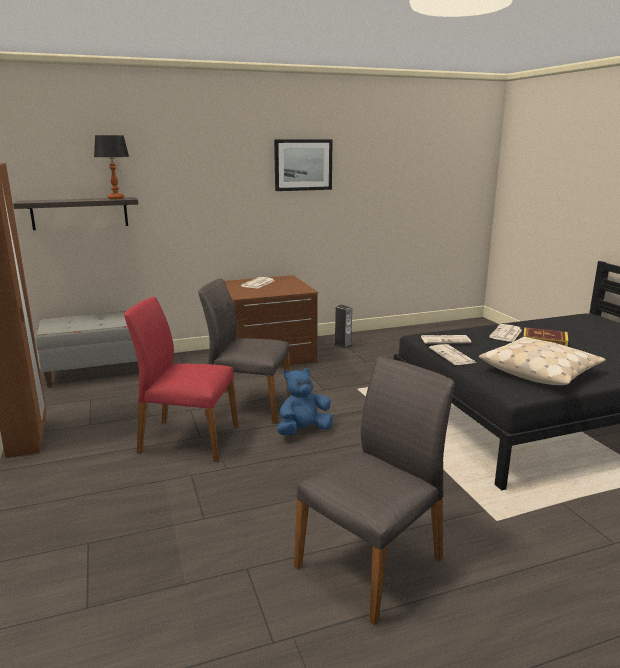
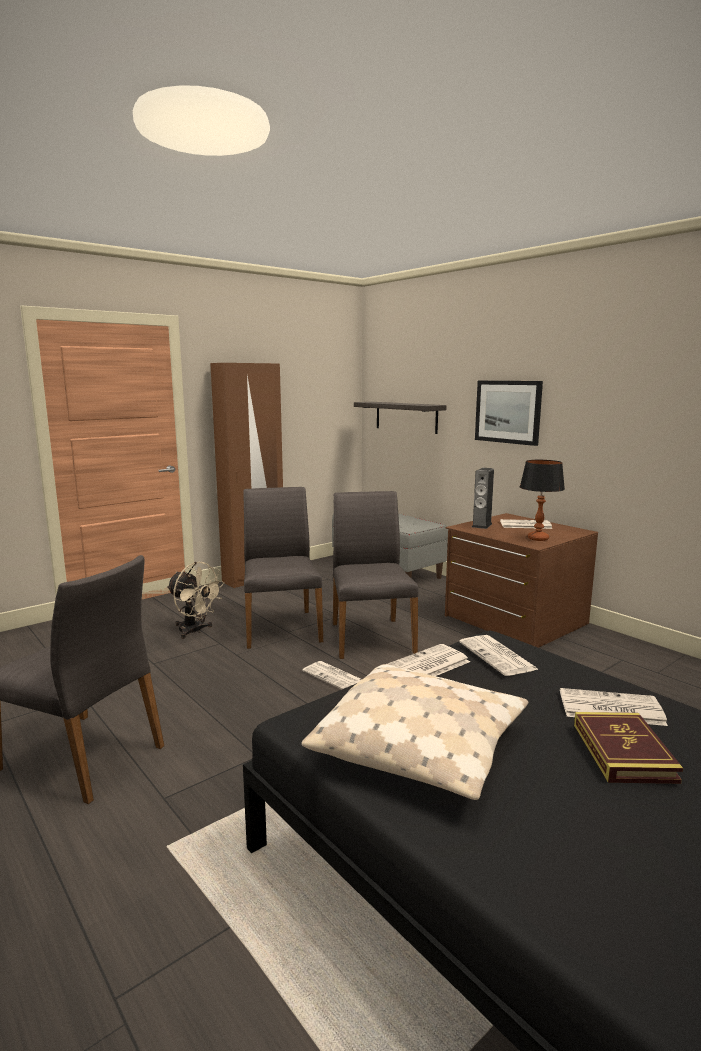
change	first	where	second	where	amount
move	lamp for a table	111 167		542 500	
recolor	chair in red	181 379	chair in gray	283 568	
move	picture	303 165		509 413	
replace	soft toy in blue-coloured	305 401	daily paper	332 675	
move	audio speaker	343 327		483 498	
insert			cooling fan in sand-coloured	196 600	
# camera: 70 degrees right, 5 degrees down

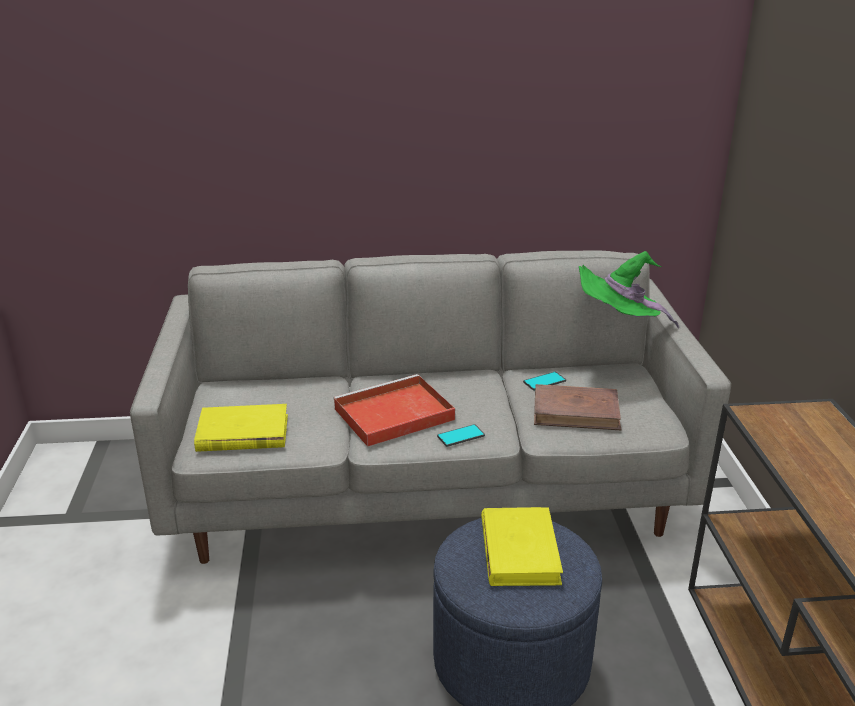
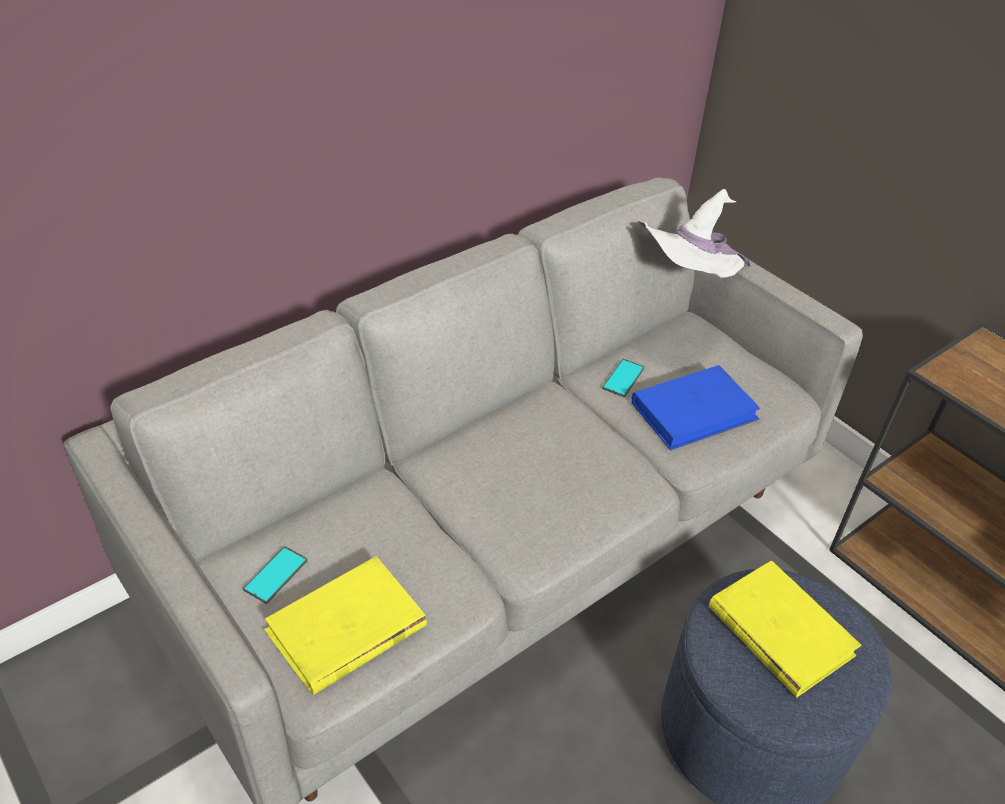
change	first	where	second	where	amount
delete	carrying tray in red	394 410			
move	phone	461 435		275 575	
recolor	bound book in brown	578 407	bound book in blue-coloured	696 407	
recolor	clothing hat in greenish	628 290	clothing hat in white	694 233	
# camera: 35 degrees left, 15 degrees up

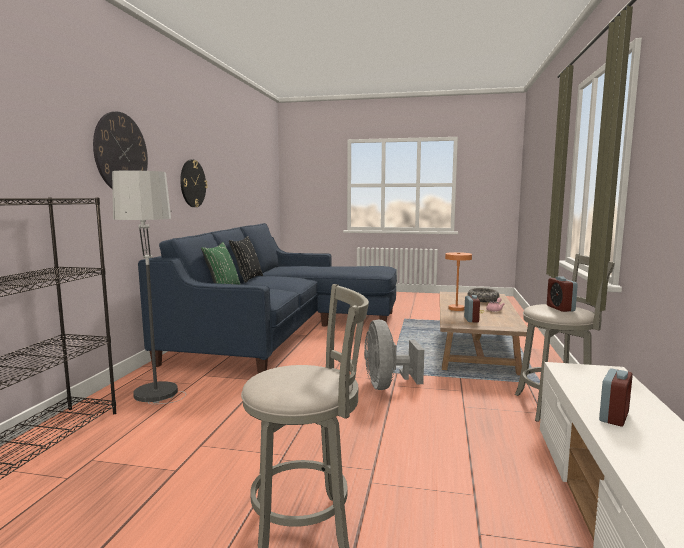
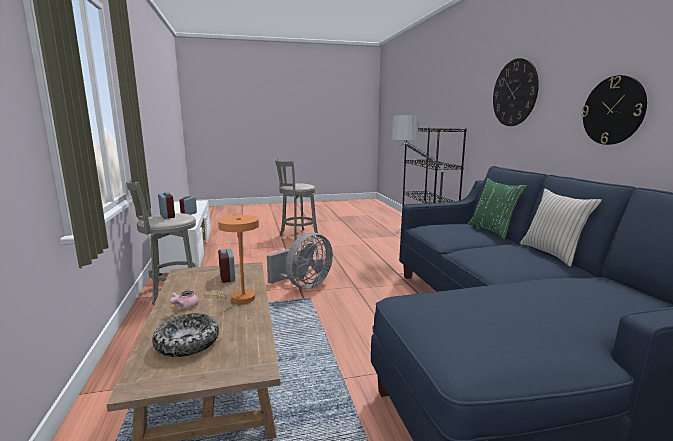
change	first	where	second	where	amount
recolor	throw pillow in blackish	246 259	throw pillow in sand-coloured	560 228	
rotate	cooling fan in gray	394 355		300 261	75 degrees clockwise
# camera: 155 degrees right, 5 degrees up

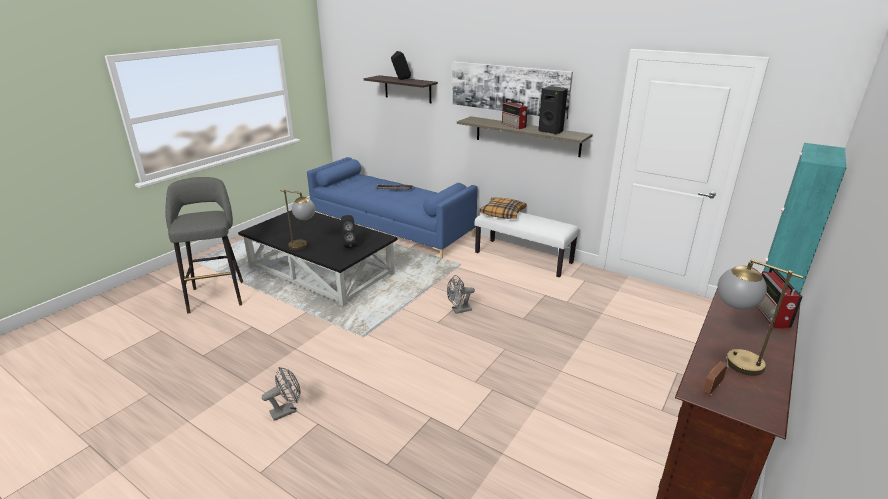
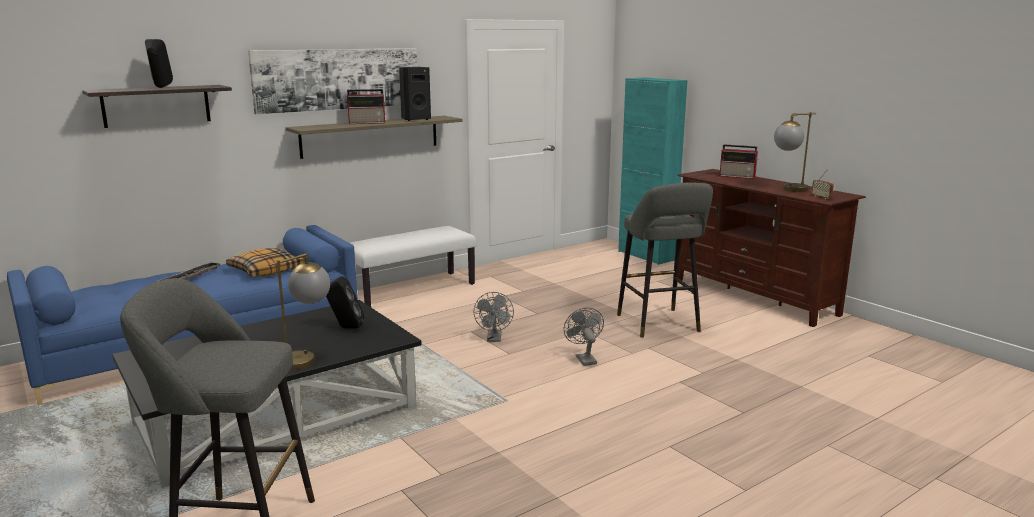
change	first	where	second	where	amount
move	cooling fan in gray	281 394		584 337	
move	throw pillow	503 208		265 262	
insert			stool seat in gray	665 259	
# camera: 70 degrees left, 10 degrees down

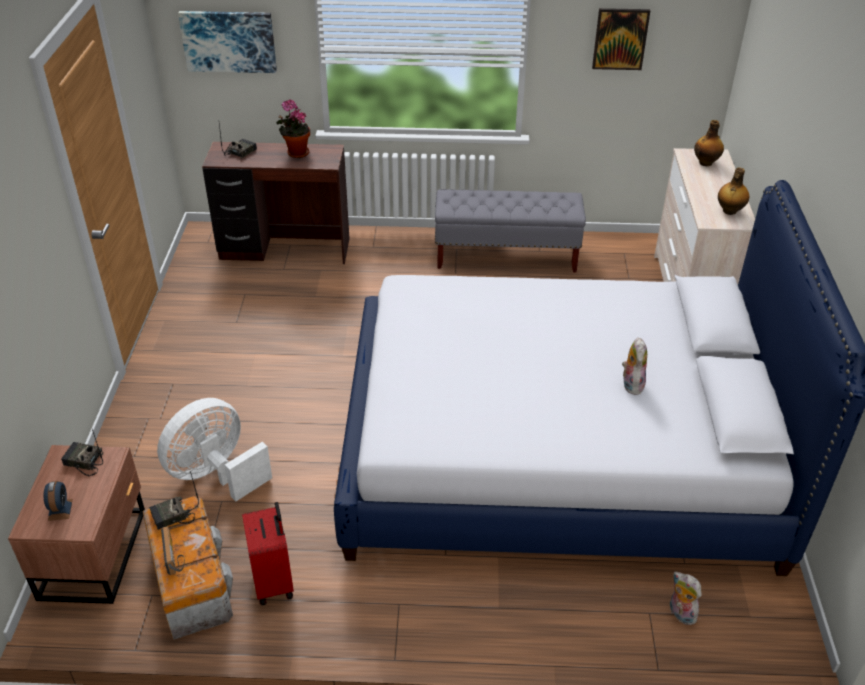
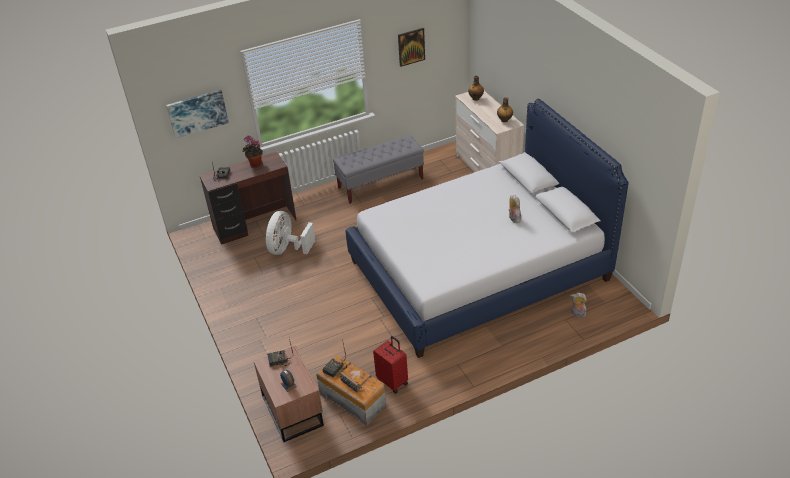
change	first	where	second	where	amount
move	cooling fan in white	214 449		291 233	
# camera: 25 degrees left, 0 degrees up

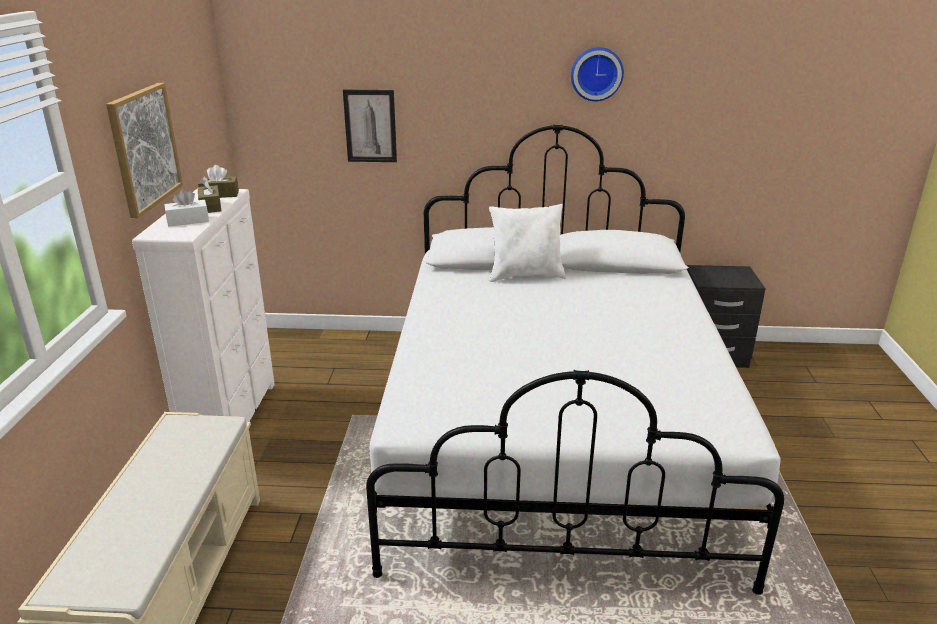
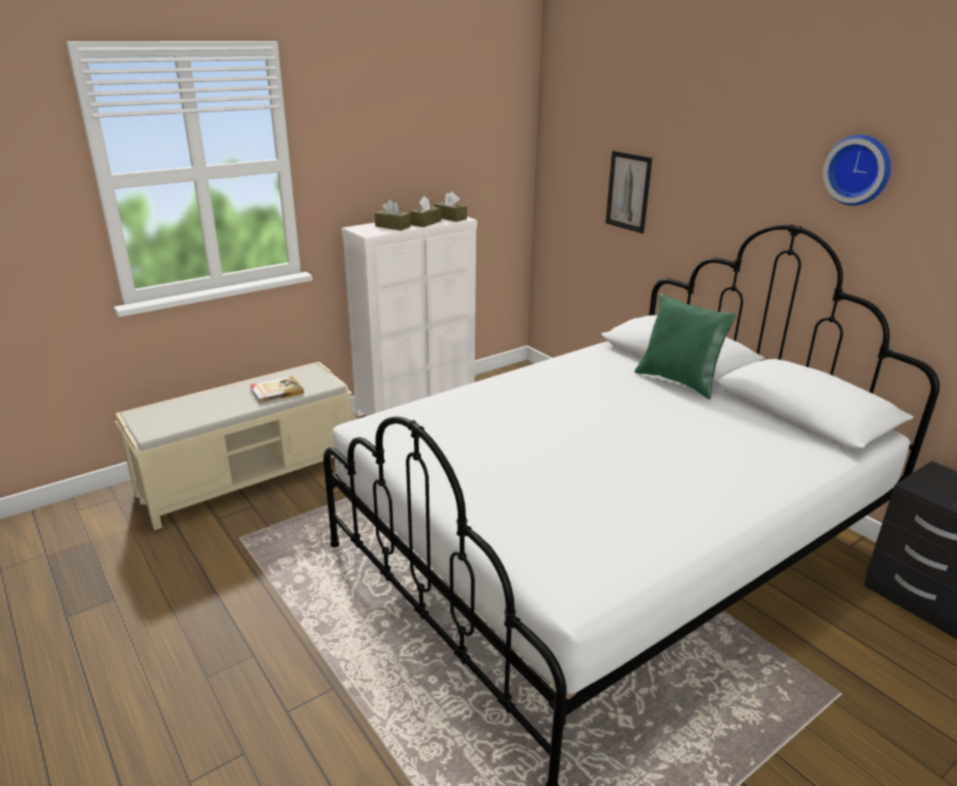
change	first	where	second	where	amount
delete	picture	144 151			
recolor	tissue box in white	186 208	tissue box in brown	393 215	
recolor	throw pillow in white	527 243	throw pillow in greenish	685 346	
insert			bound book	277 389	
# camera: 50 degrees right, 0 degrees up

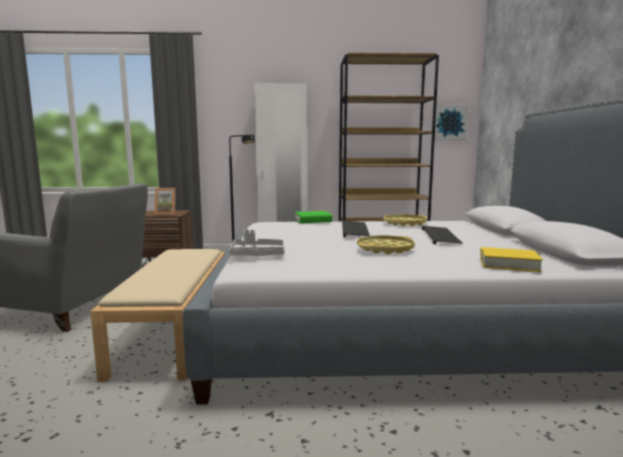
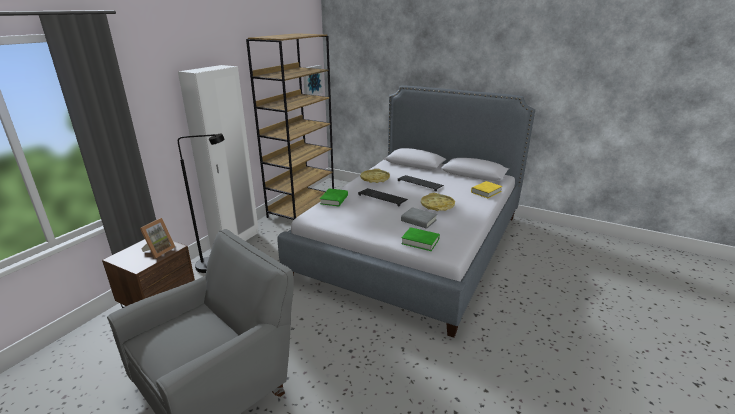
change	first	where	second	where	amount
delete	indoor bench in sand-coloured	157 315			
replace	carrying tray in gray	256 243	bound book in greenish	420 239	
insert			bound book in gray	419 218	
# camera: 60 degrees left, 15 degrees up

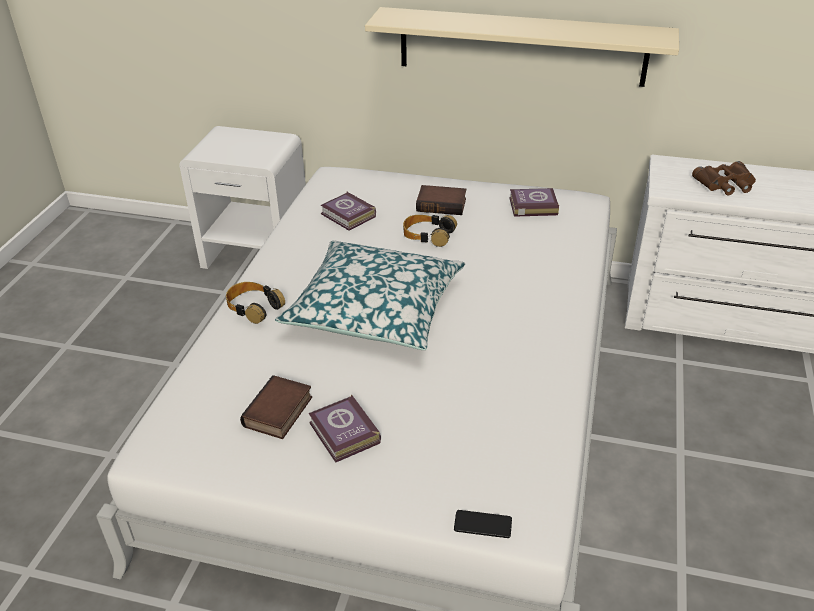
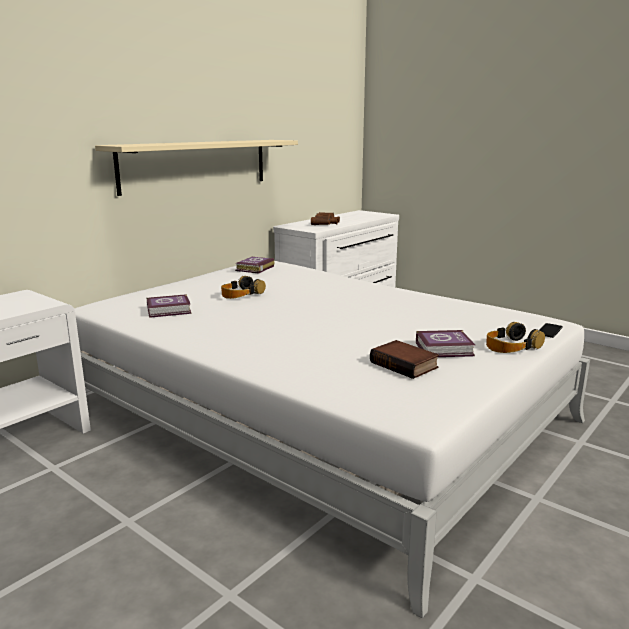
change	first	where	second	where	amount
move	headset	255 303		515 337	
delete	throw pillow	370 295			
delete	bound book	441 200			
# camera: 65 degrees left, 20 degrees down

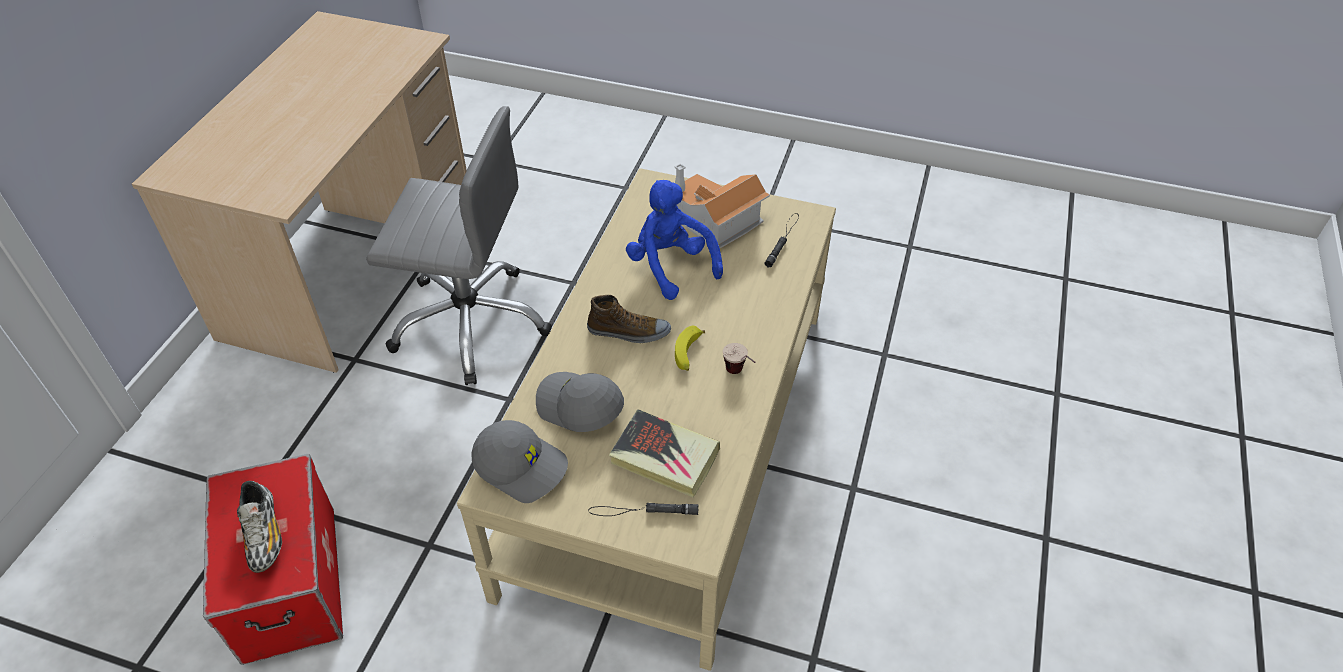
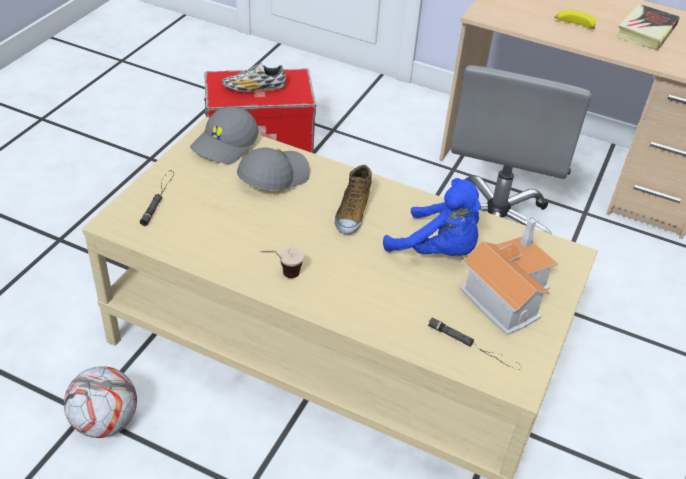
change	first	where	second	where	amount
move	bound book	664 453		648 27	
rotate	soft toy in blue-coloured	674 240		432 217	60 degrees clockwise
move	banana	690 348		575 19	
insert			ball for football	100 402	
# camera: 95 degrees right, 5 degrees down

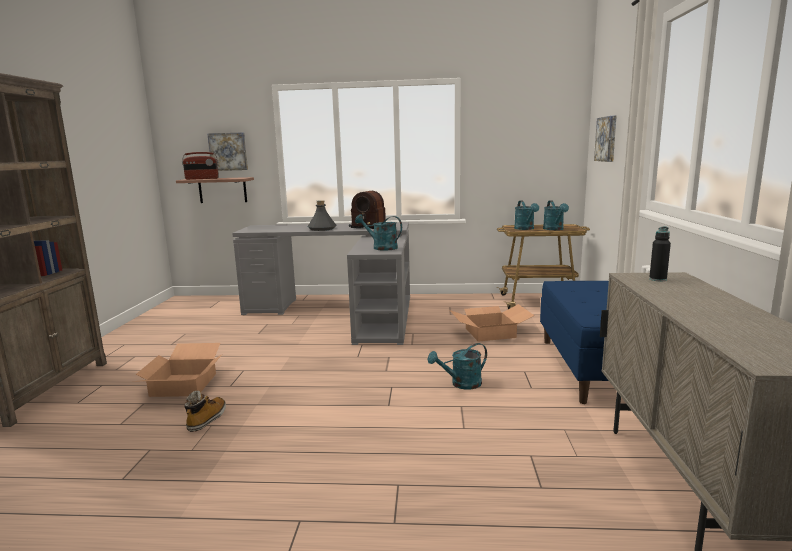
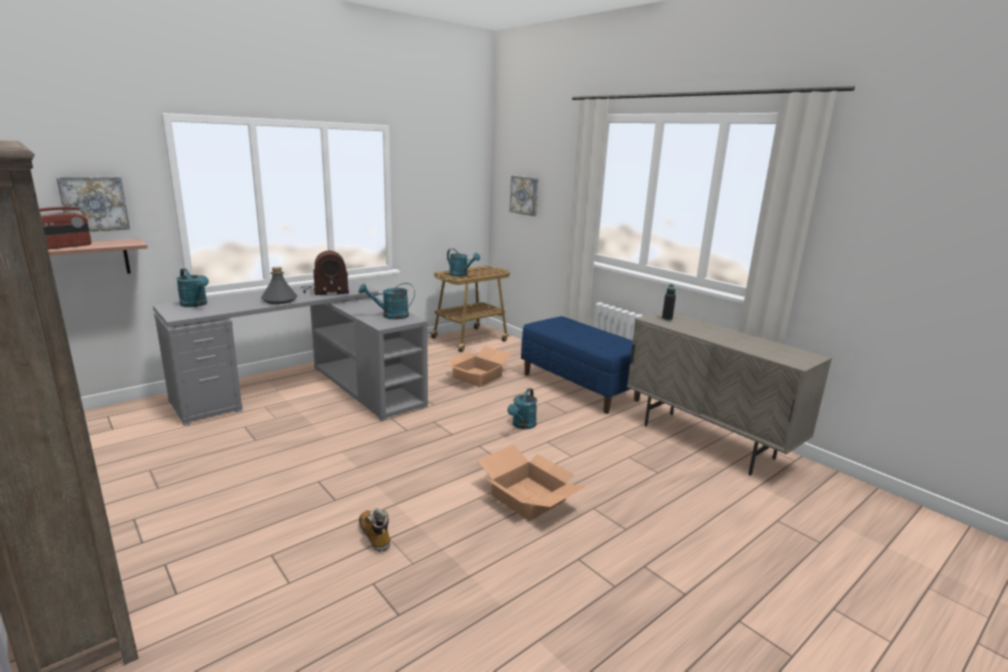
change	first	where	second	where	amount
move	packing box	179 370		531 482	
move	sprinkling can in blue-green	556 215		192 287	
# camera: 45 degrees left, 5 degrees up

